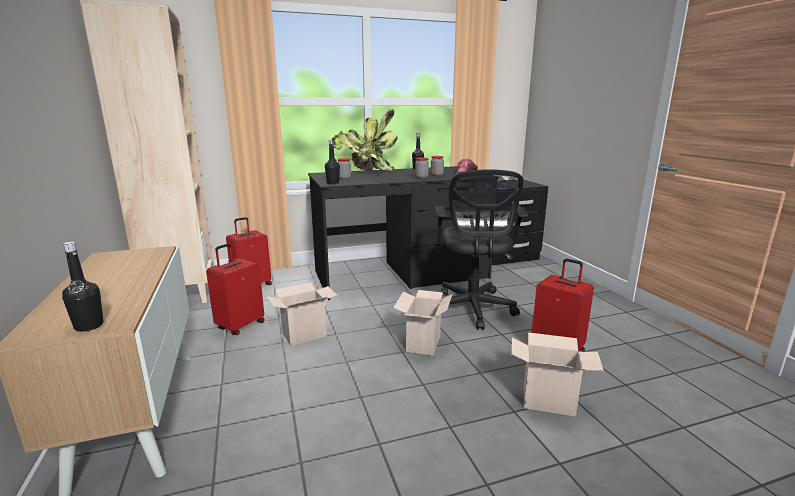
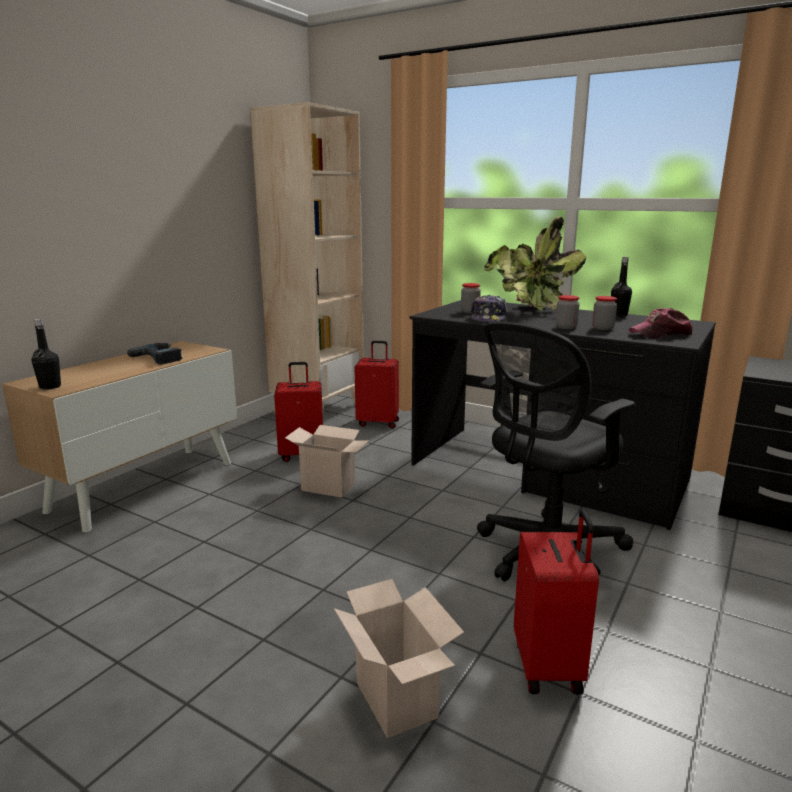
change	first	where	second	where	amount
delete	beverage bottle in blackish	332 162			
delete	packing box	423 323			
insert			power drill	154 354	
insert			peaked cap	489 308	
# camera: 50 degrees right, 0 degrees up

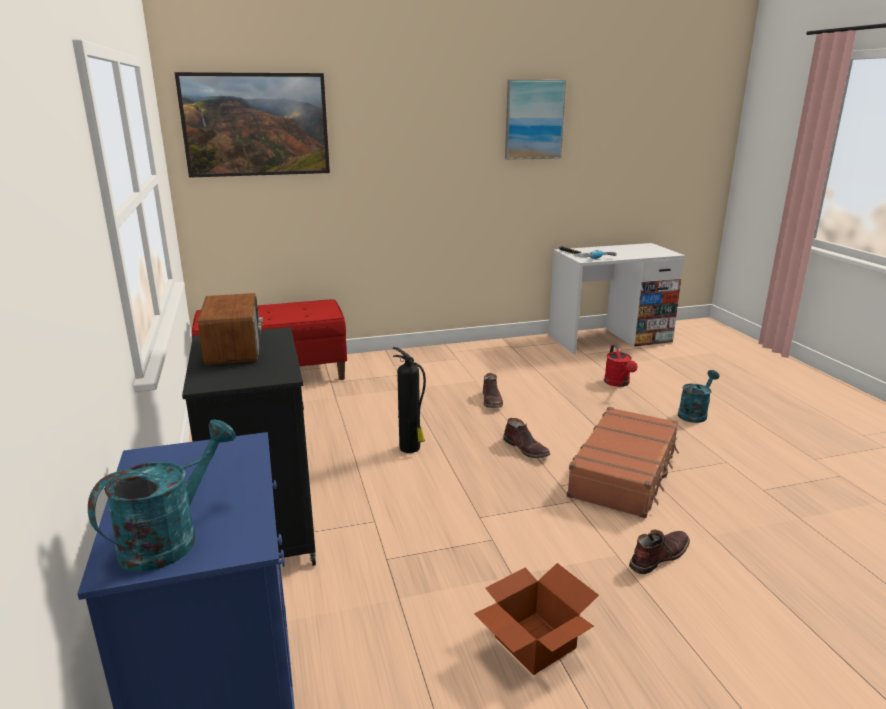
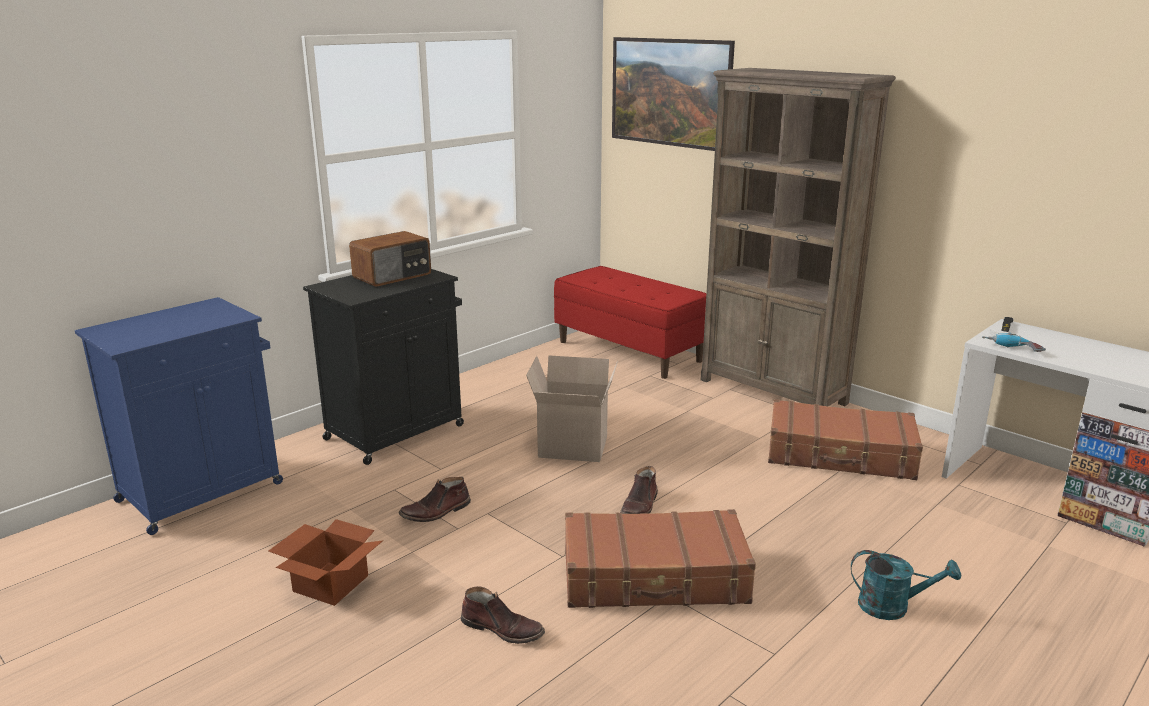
change	first	where	second	where	amount
delete	sprinkling can in blue-green	162 495			
replace	fire-fighting cylinder	409 400	packing box	572 408	
move	high-top boot in brown	493 390		435 499	
delete	picture	535 120			
delete	sprinkling can in red	621 366			
insert			shelving unit in brown	798 237	
insert			piece of luggage in brown	845 439	
# camera: 60 degrees right, 0 degrees up

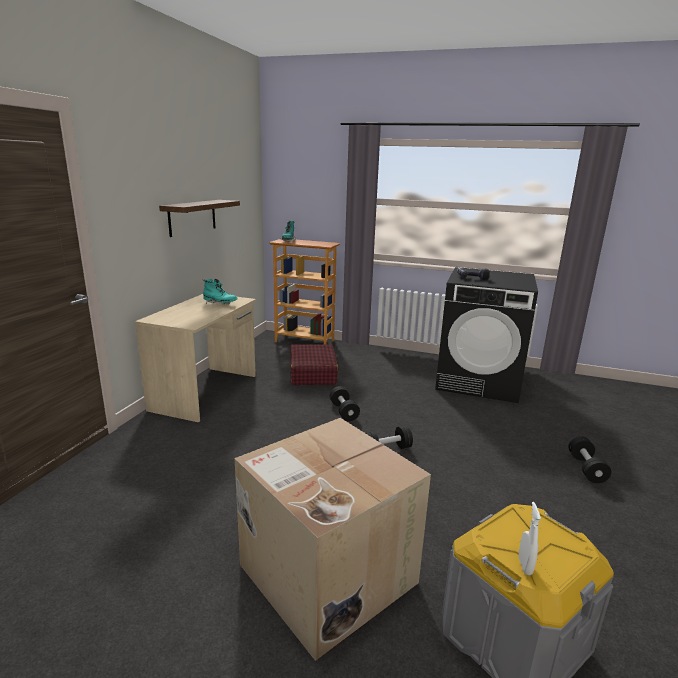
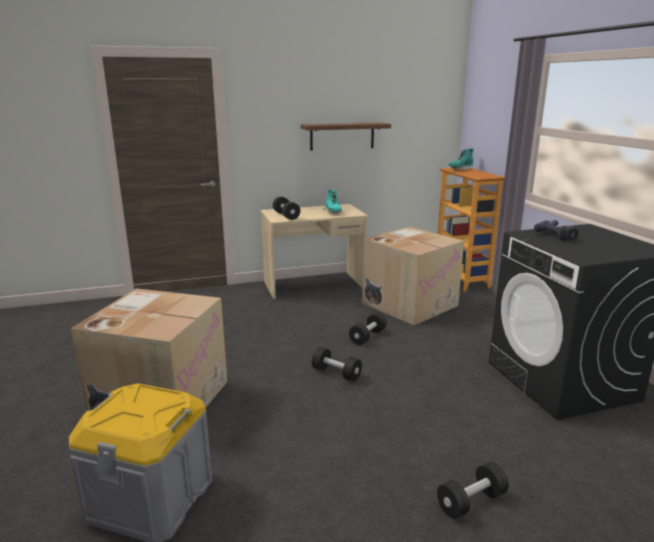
change	first	where	second	where	amount
replace	piece of luggage in red	314 364	packing box	413 276	
delete	spray bottle in white	529 538			
insert			free weight in blackish	286 208	
# camera: 55 degrees right, 0 degrees up

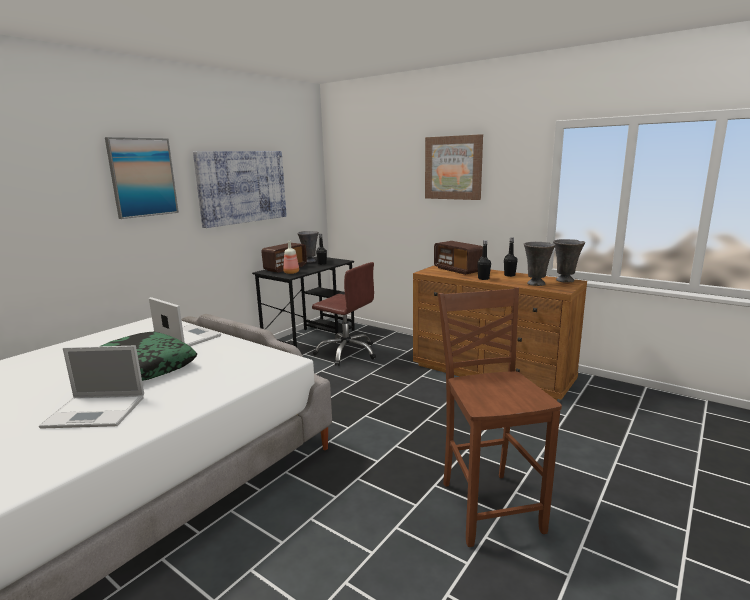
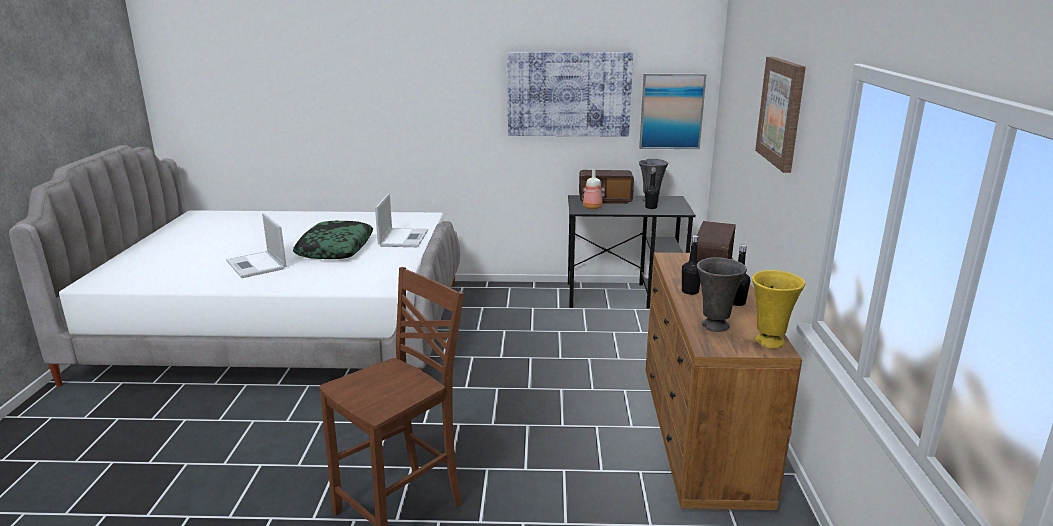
change	first	where	second	where	amount
move	picture	142 178		672 111	
delete	desk chair in brown	344 314			
recolor	decorative vase in gray	569 261	decorative vase in yellowish	778 309	
# camera: 55 degrees right, 5 degrees up

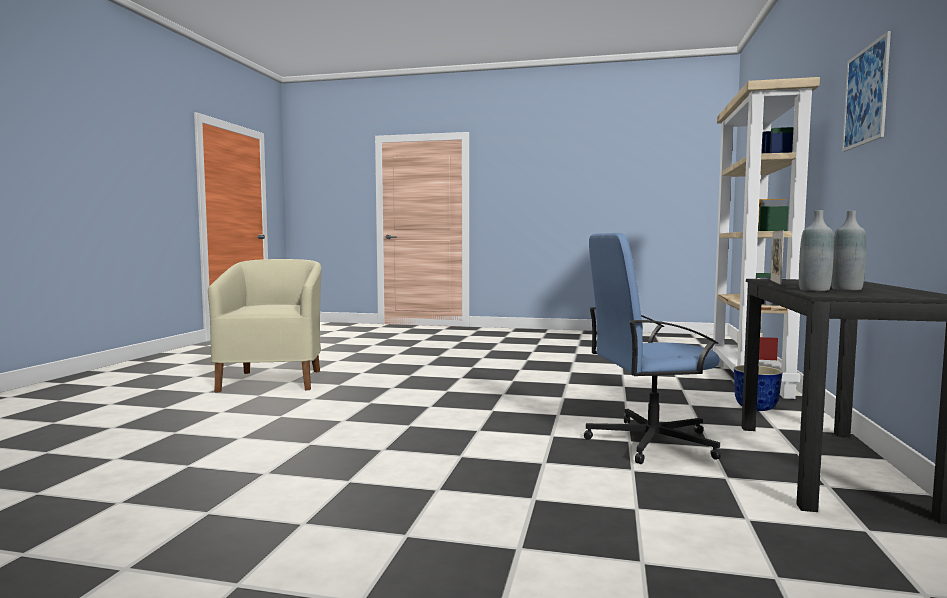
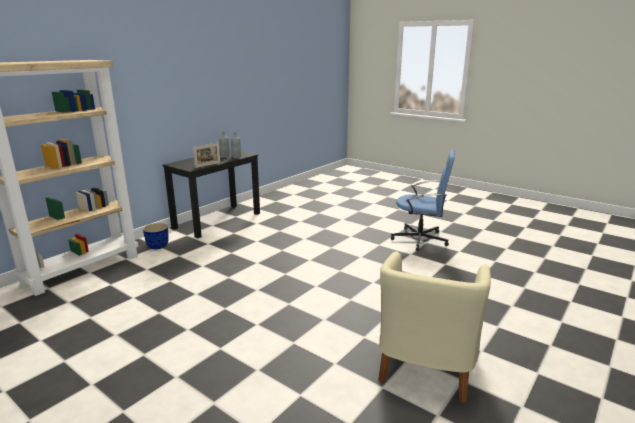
change	first	where	second	where	amount
move	desk chair in blue-coloured	653 348		423 200	
delete	picture	866 91			
# camera: 155 degrees left, 15 degrees up

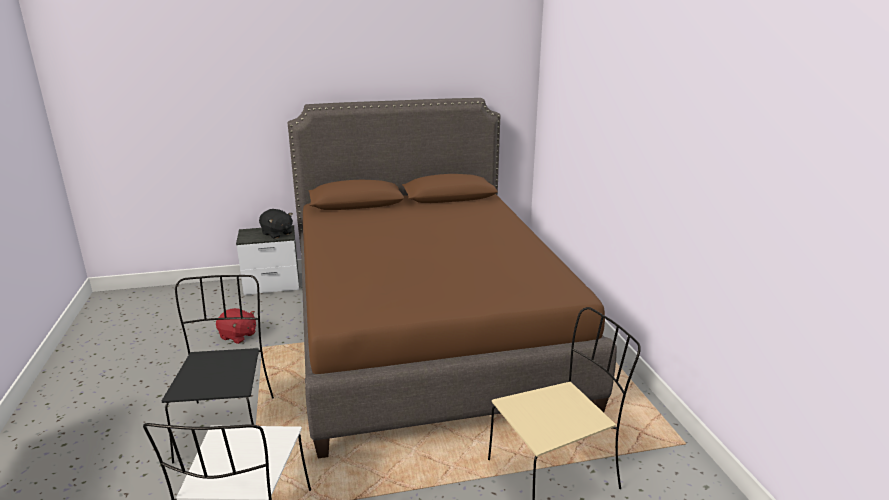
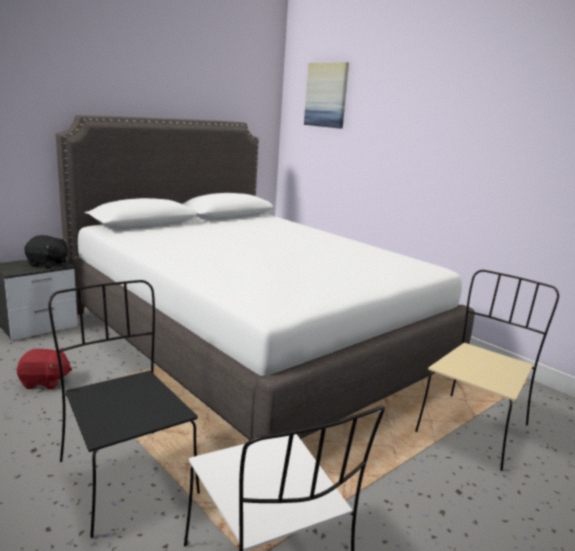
change	first	where	second	where	amount
recolor	sleeping bed in brown	452 278	sleeping bed in white	265 277	
insert			picture	326 95	
# camera: 30 degrees left, 5 degrees down

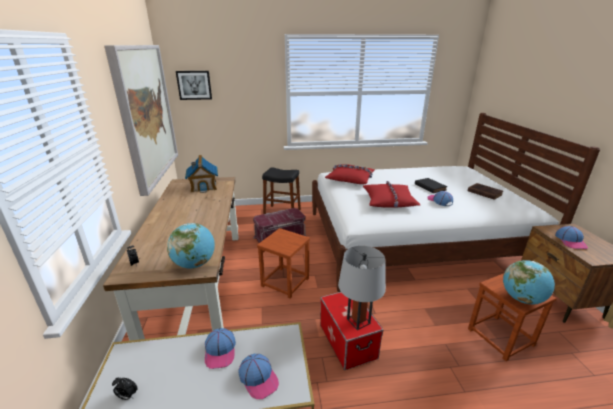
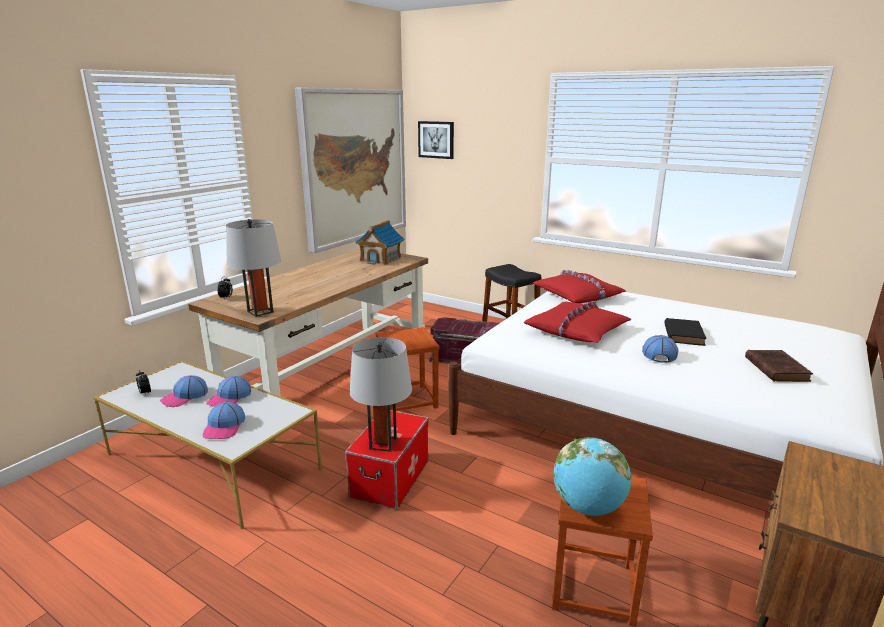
change	first	where	second	where	amount
replace	desk globe	191 245	lamp for a table in gray	254 268	
move	peaked cap	571 237		184 391	
# camera: 40 degrees right, 5 degrees down

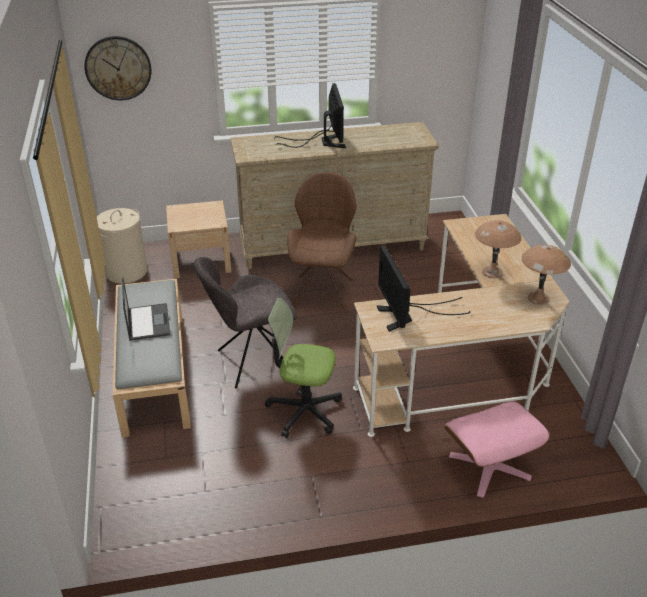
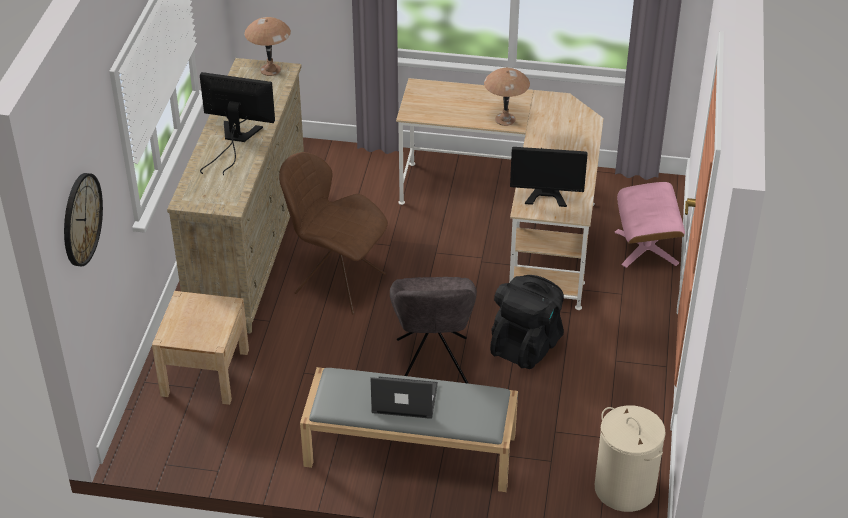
change	first	where	second	where	amount
move	laundry basket in sand-coloured	122 246		630 458	
replace	desk chair	303 368	rucksack in blackish	527 322	
move	lamp for a table in brown	546 275		267 46	
# camera: 70 degrees left, 5 degrees up

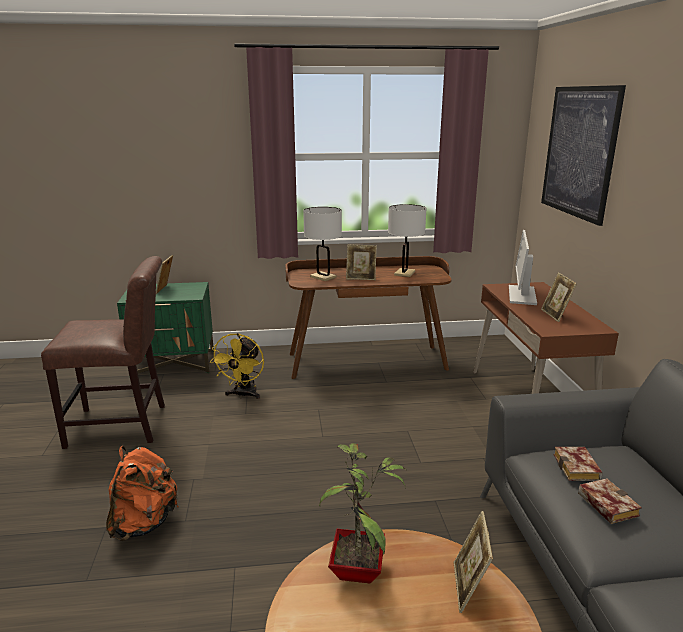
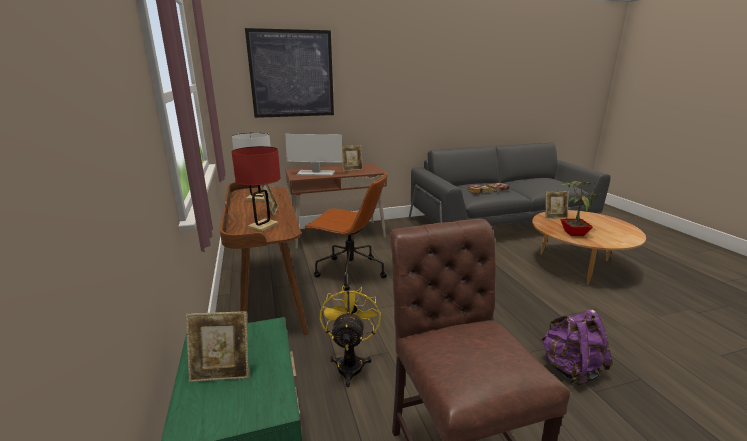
change	first	where	second	where	amount
recolor	rucksack in orangey	142 493	rucksack in purple-coloured	576 347	
rotate	cooling fan in yellowish	237 366		350 336	90 degrees counterclockwise
recolor	lamp for a table in white	322 244	lamp for a table in red	256 189	
insert			desk chair in brown	346 231	
# camera: 100 degrees left, 0 degrees up

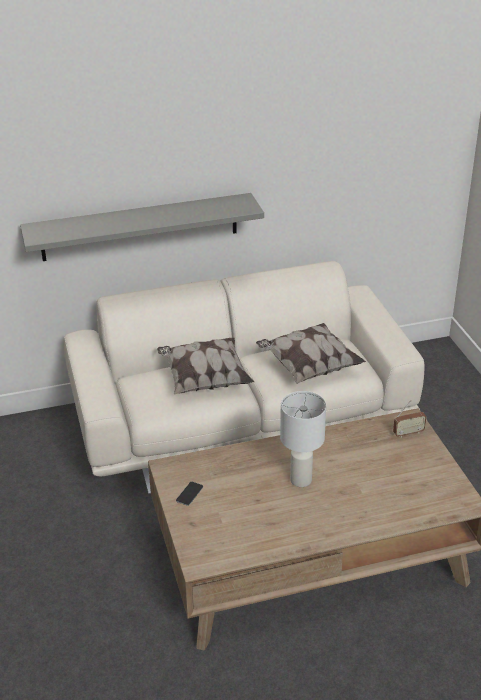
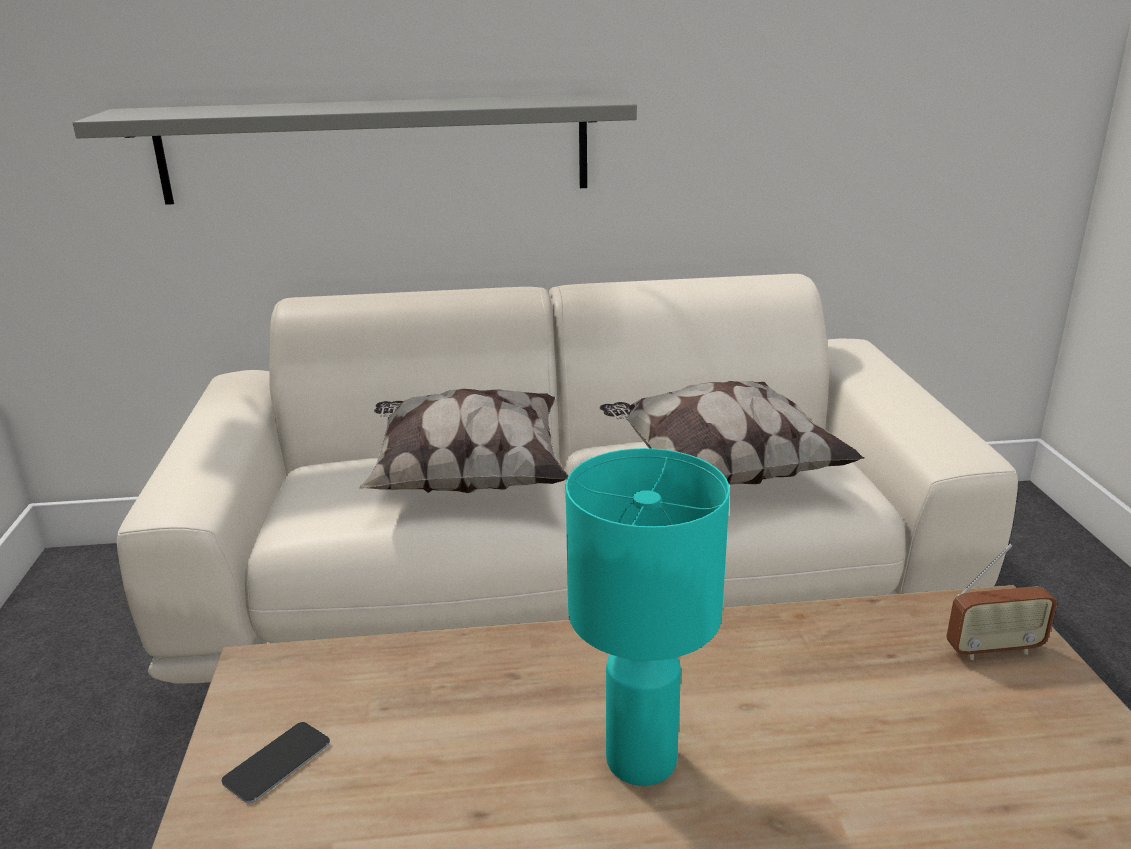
change	first	where	second	where	amount
recolor	lamp for a table in white	303 439	lamp for a table in blue-green	648 617	
# camera: 10 degrees right, 10 degrees down

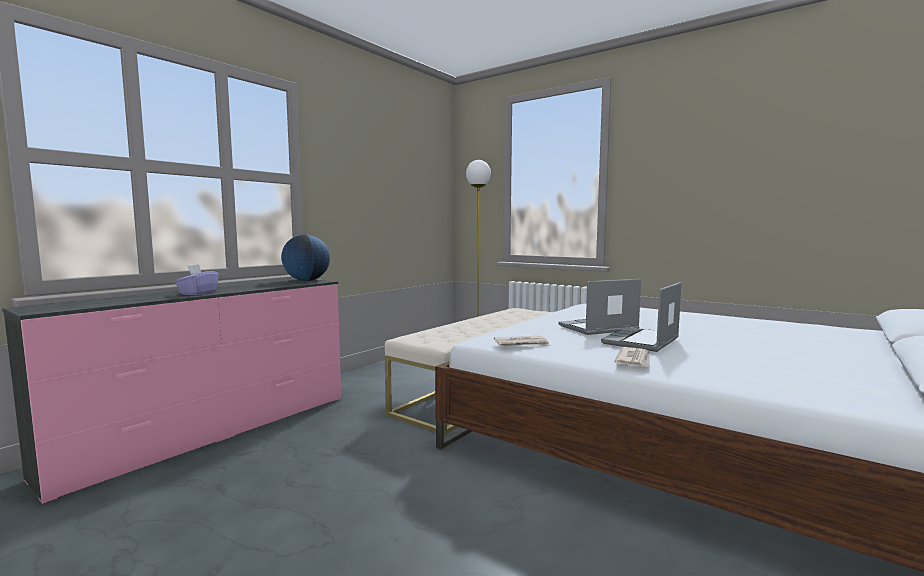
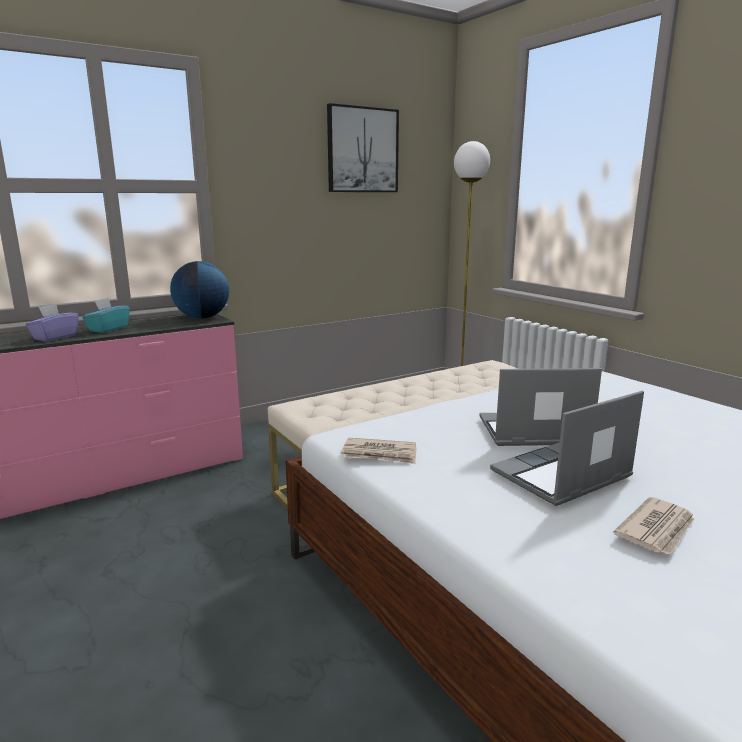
change	first	where	second	where	amount
move	daily paper	632 357		653 526	
insert			tissue box in blue-green	106 315	
insert			picture	363 147	
# camera: 20 degrees right, 10 degrees up

